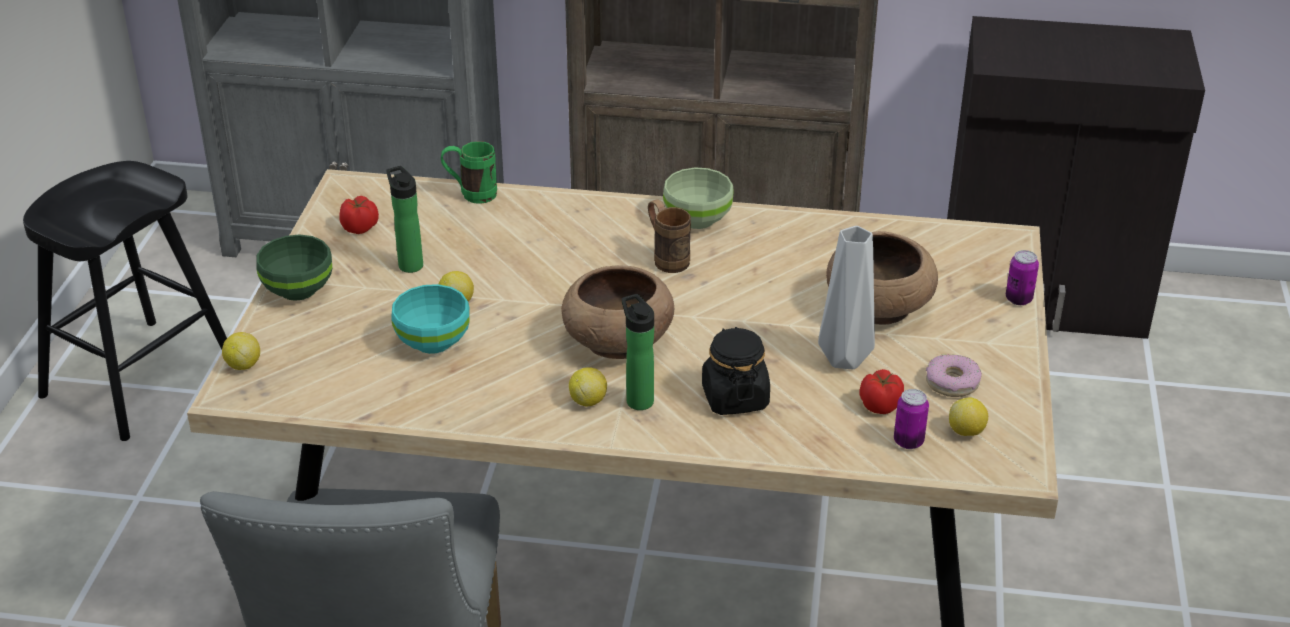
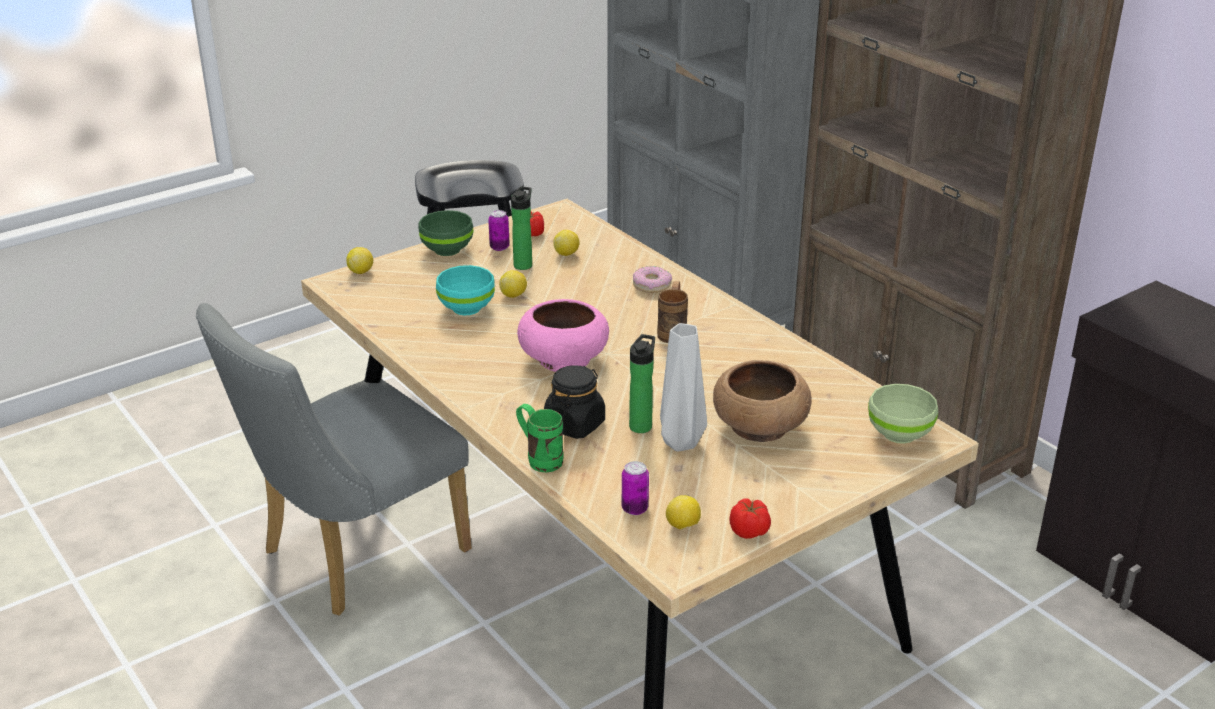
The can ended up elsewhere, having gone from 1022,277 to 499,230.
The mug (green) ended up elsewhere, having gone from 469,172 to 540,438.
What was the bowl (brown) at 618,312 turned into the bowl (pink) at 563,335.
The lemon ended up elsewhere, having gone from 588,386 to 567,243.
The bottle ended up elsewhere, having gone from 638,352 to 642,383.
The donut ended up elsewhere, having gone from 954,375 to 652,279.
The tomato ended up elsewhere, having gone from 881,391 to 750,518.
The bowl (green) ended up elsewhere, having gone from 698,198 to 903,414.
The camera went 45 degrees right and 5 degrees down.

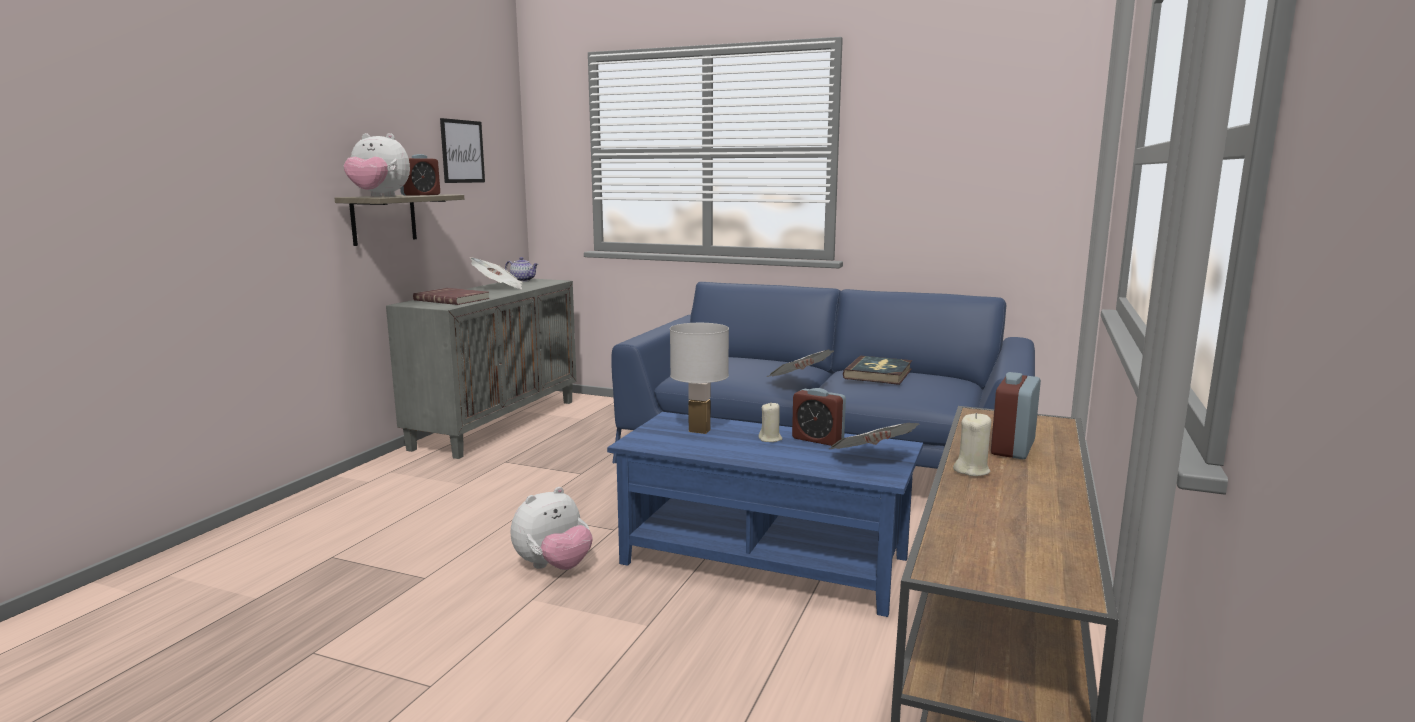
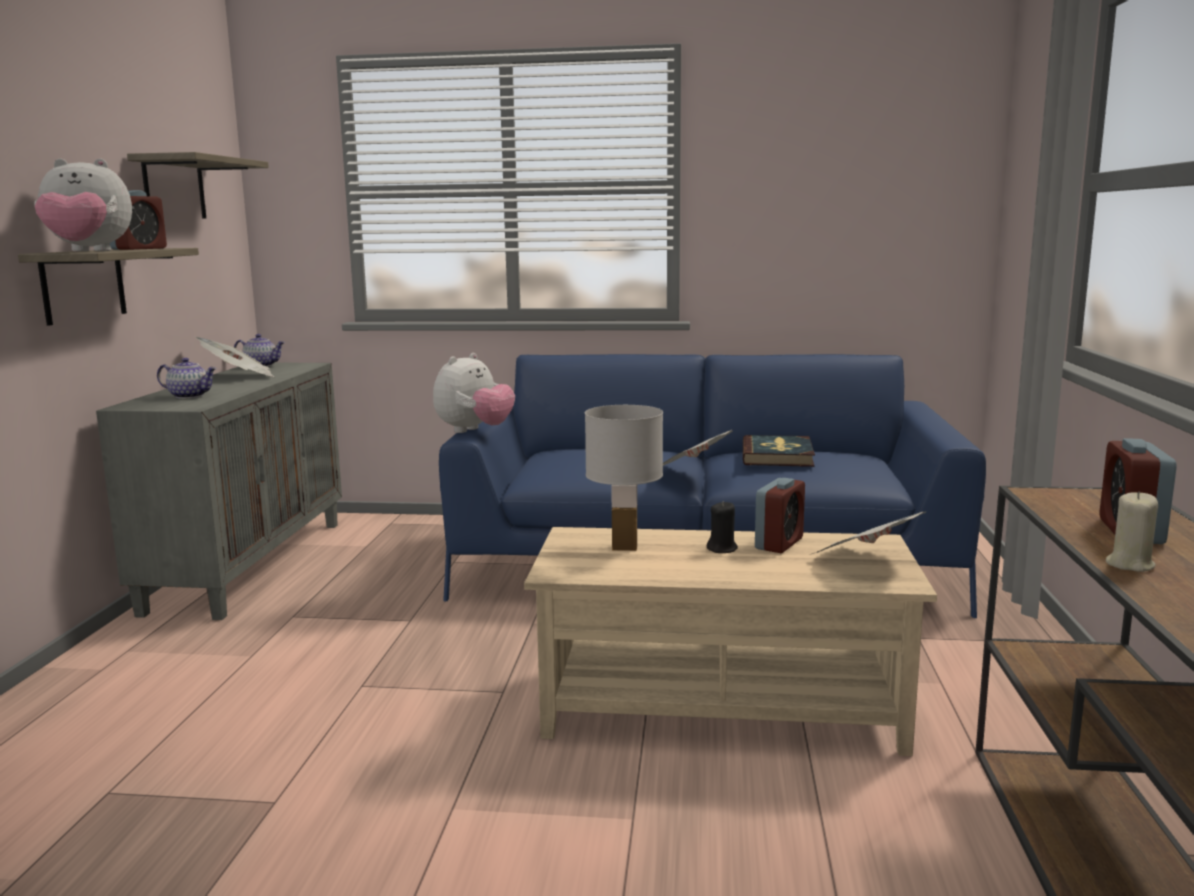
Where the picture hung at 462,150, the shelf came to hang at 198,185.
Where the book (red) stood at 451,296, the teapot came to stand at 187,378.
The plush toy ended up elsewhere, having gone from 552,528 to 474,393.
What was the coffee table (blue) at 765,514 turned into the coffee table (beige) at 730,641.
What was the candle (beige) at 770,422 turned into the candle (black) at 722,527.
The alarm clock at 819,417 ended up facing another way, 75 degrees counterclockwise from before.
The camera went 15 degrees left and 0 degrees up.

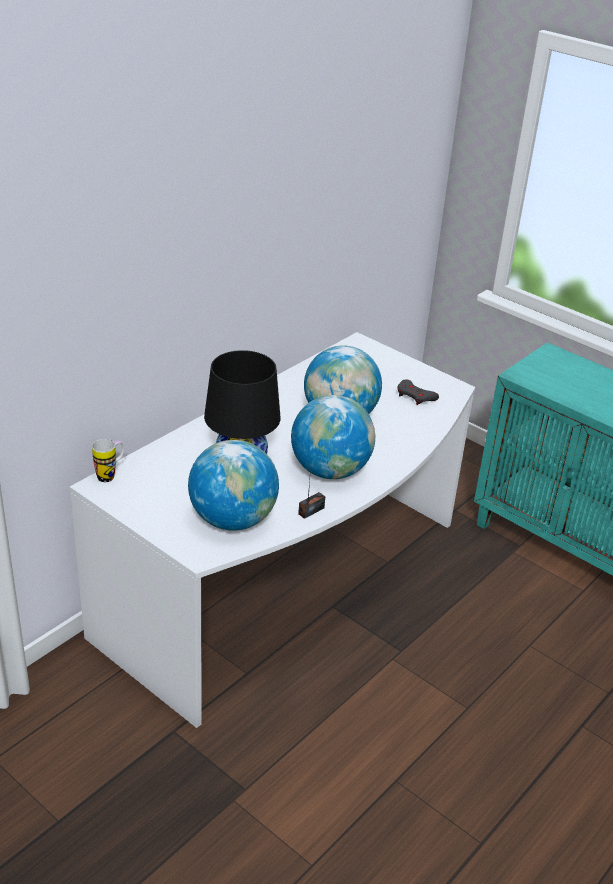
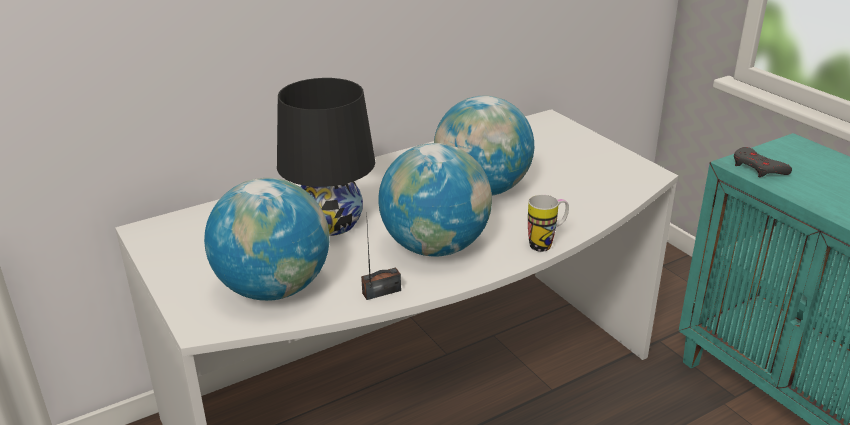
The mug ended up elsewhere, having gone from 108,460 to 548,223.
The game controller (grey) ended up elsewhere, having gone from 418,392 to 763,162.
The camera went 20 degrees right and 5 degrees down.

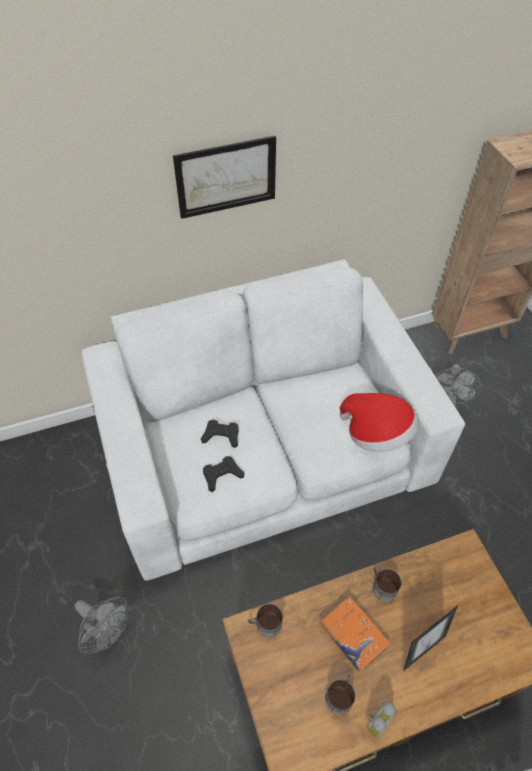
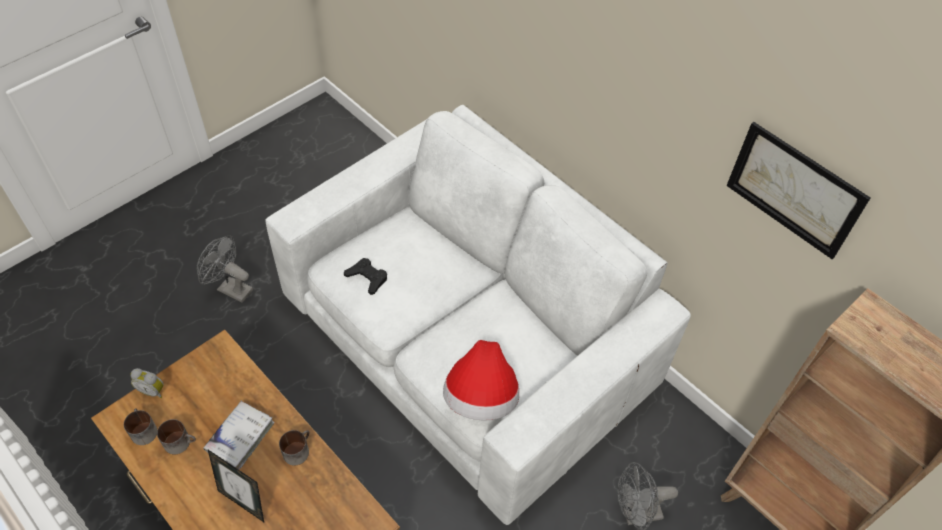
The mug ended up elsewhere, having gone from 265,620 to 140,427.
The alarm clock ended up elsewhere, having gone from 382,719 to 147,383.
The fan (grey) at 101,625 ended up facing another way, 105 degrees clockwise from before.
What was the book (orange) at 355,634 turned into the book (white) at 239,435.
The picture ended up elsewhere, having gone from 224,177 to 799,191.
The second view lost the game controller (black) at 220,433.
The camera went 65 degrees right and 0 degrees up.

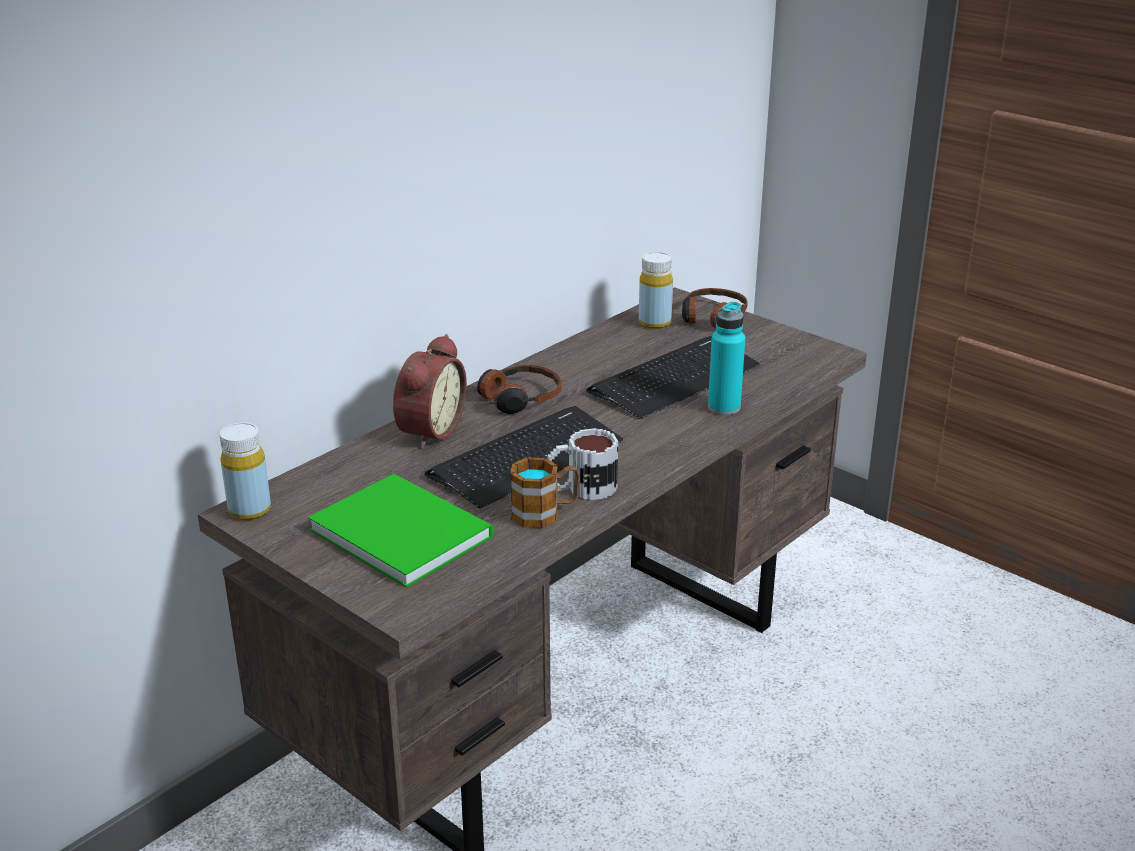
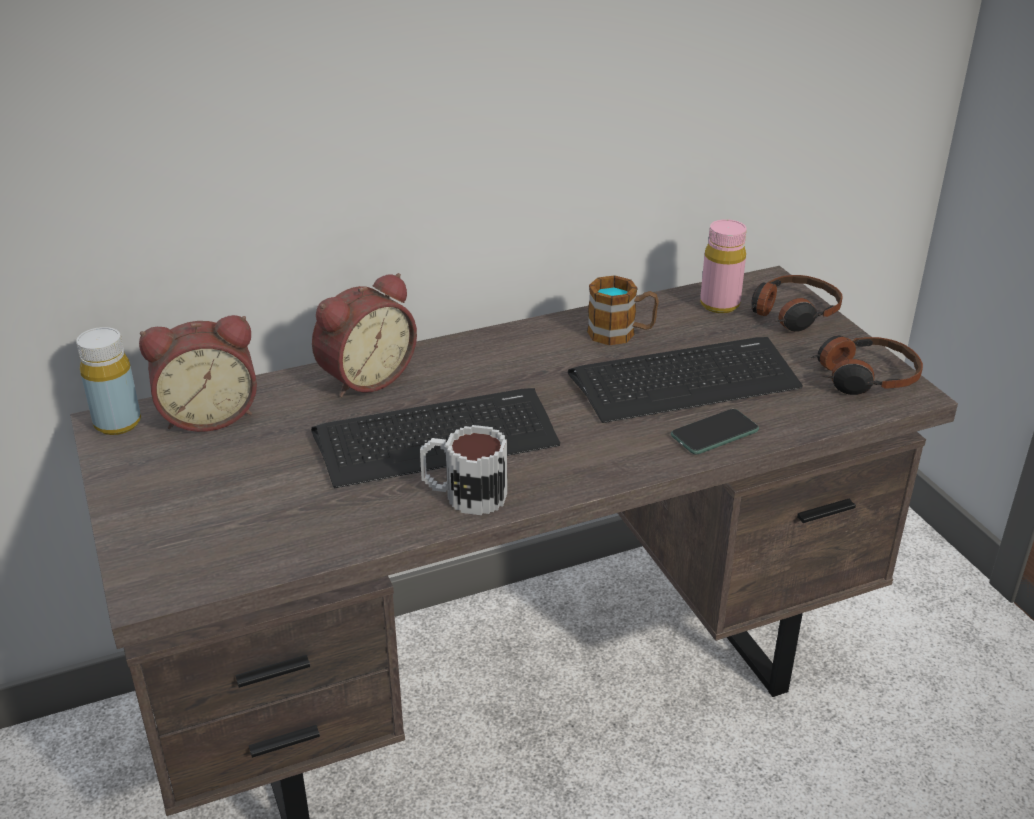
The second view gained the alarm clock at 198,373.
The mug ended up elsewhere, having gone from 544,492 to 623,310.
Where the bottle (turquoise) stood at 726,358, the phone came to stand at 715,431.
What was the bottle (yellow) at 656,290 turned into the bottle (pink) at 723,266.
The headphones ended up elsewhere, having gone from 517,389 to 867,365.
The second view lost the book (green) at 401,531.
The camera went 25 degrees right and 5 degrees up.

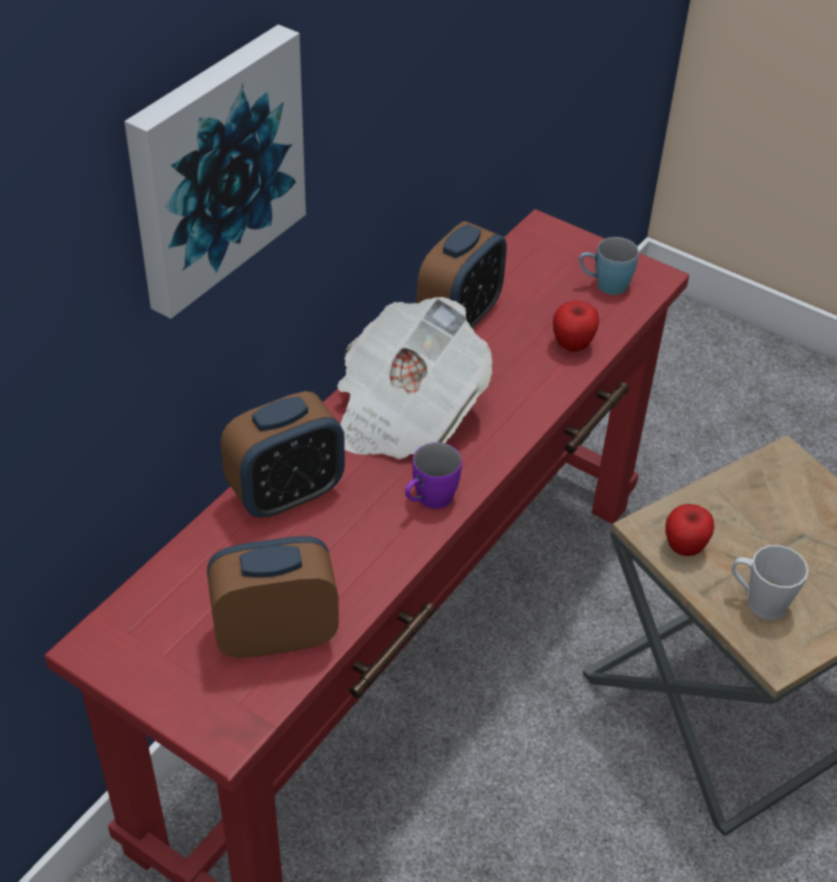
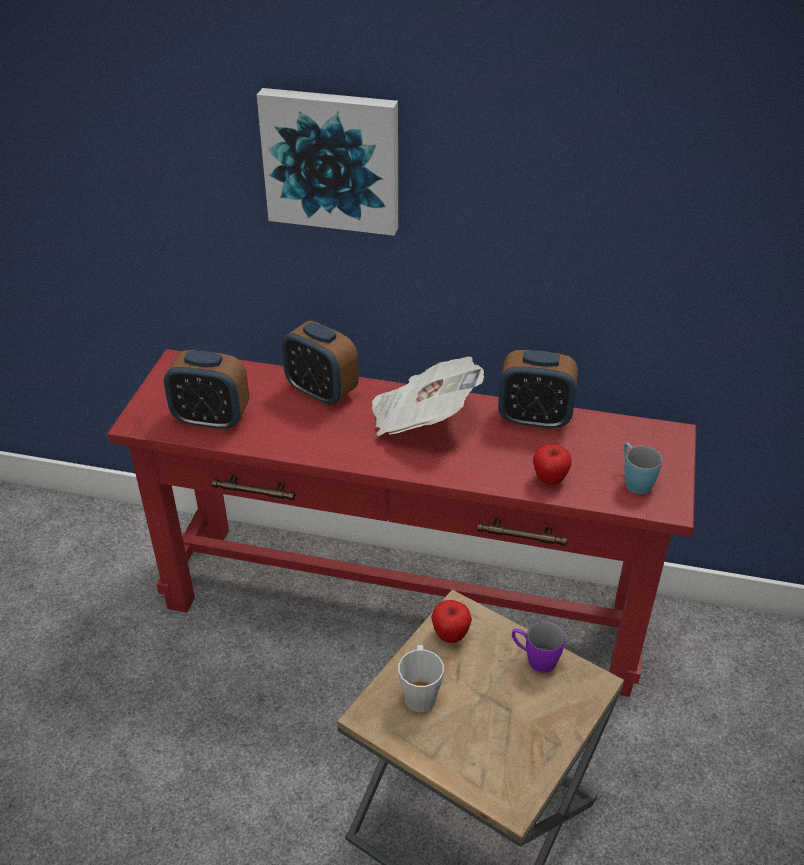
The alarm clock at 273,597 ended up facing another way, 135 degrees clockwise from before.
The mug (purple) ended up elsewhere, having gone from 433,475 to 538,647.
The camera went 70 degrees right and 5 degrees down.

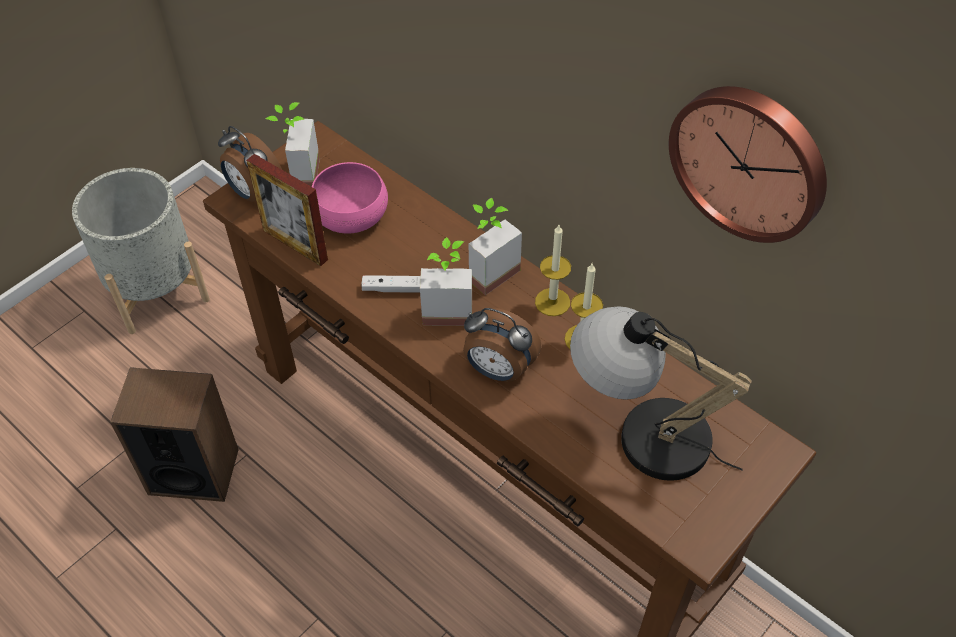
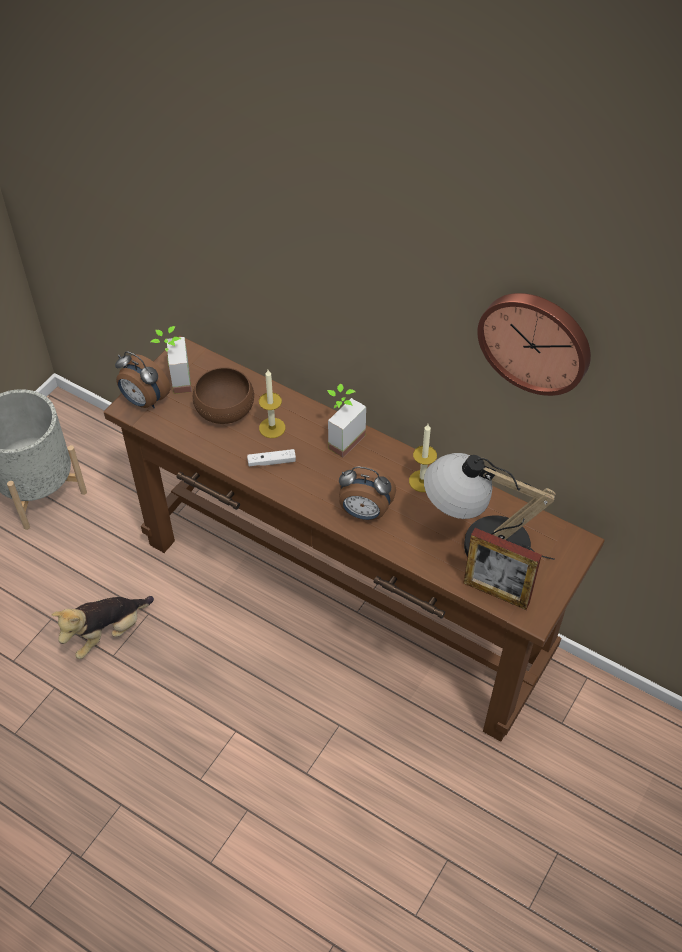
Where the speaker stood at 174,434, the plush toy came to stand at 103,627.
What was the bowl (pink) at 350,198 turned into the bowl (brown) at 223,395.
The candle ended up elsewhere, having gone from 553,270 to 272,404.
The picture frame ended up elsewhere, having gone from 287,210 to 502,569.
The second view lost the potted plant at 446,281.
The camera went 10 degrees left and 0 degrees up.

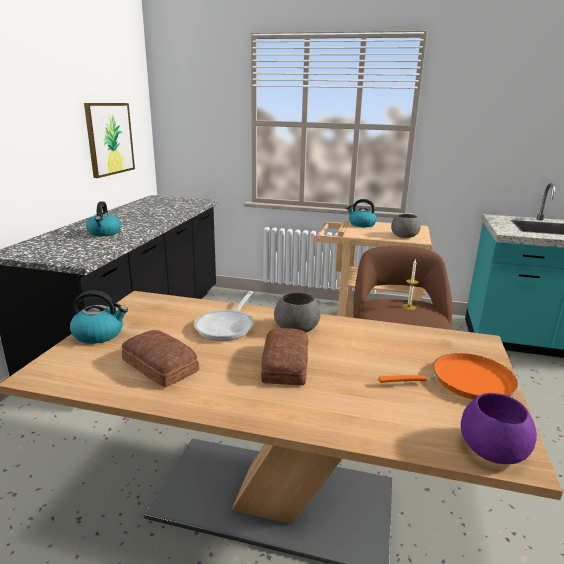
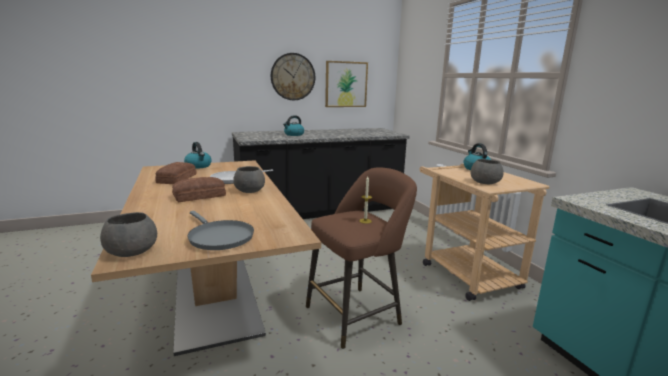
What was the bowl (purple) at 499,428 turned into the bowl (grey) at 128,234.
What was the frying pan (orange) at 448,376 turned into the frying pan (grey) at 220,230.
The second view gained the wall clock at 293,76.
The camera went 55 degrees right and 5 degrees down.

